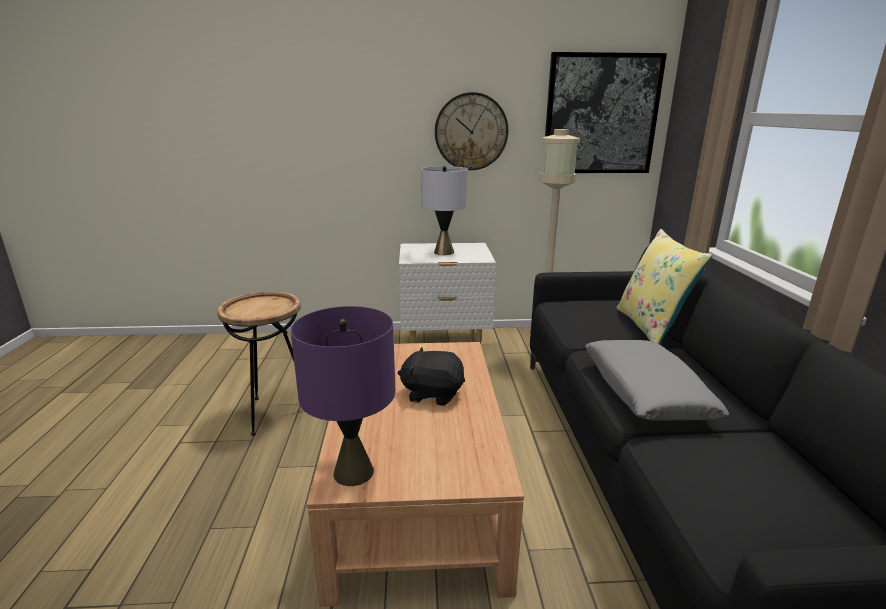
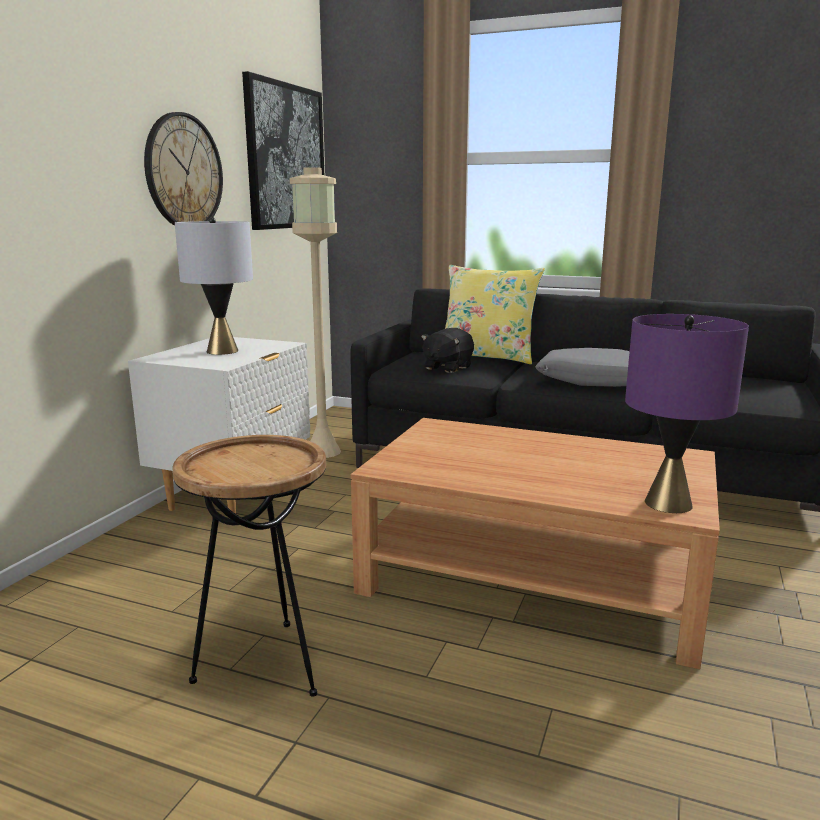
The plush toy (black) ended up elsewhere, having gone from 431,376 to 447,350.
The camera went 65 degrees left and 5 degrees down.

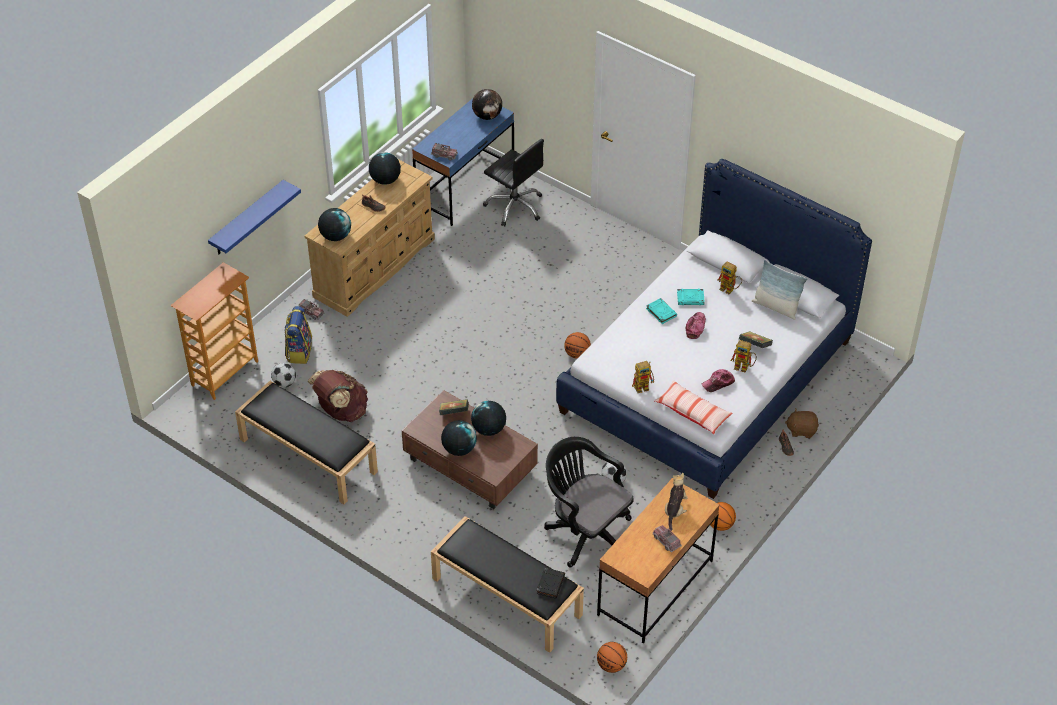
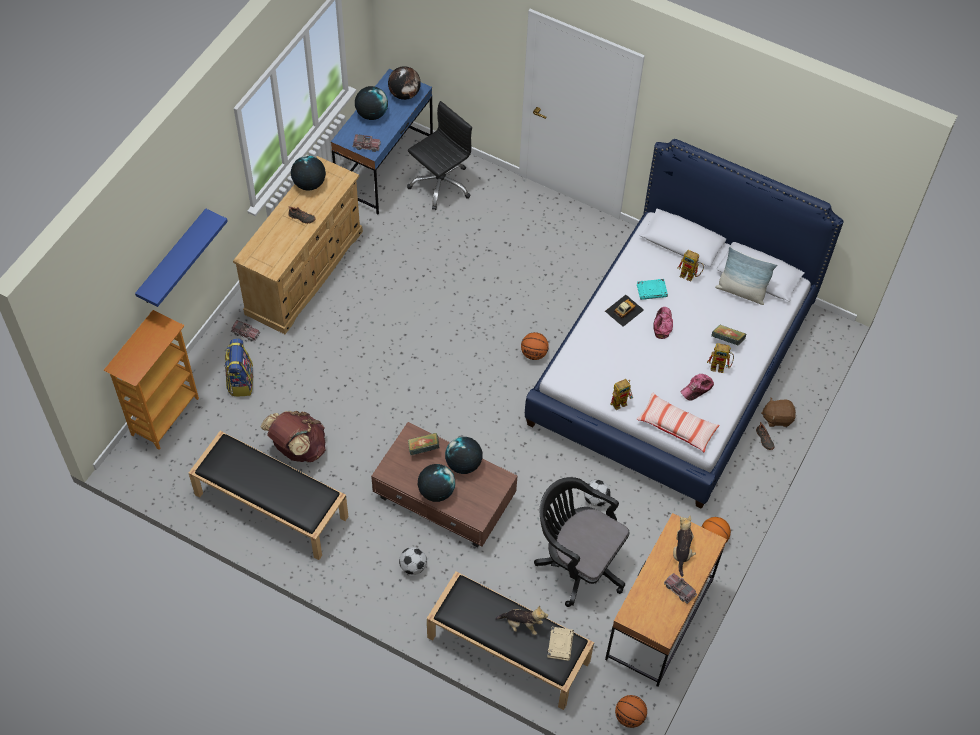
The globe ended up elsewhere, having gone from 334,224 to 371,103.
The football ended up elsewhere, having gone from 283,375 to 413,561.
The office chair (black) at 513,183 ended up facing another way, 75 degrees counterclockwise from before.
The second view gained the plush toy at 521,620.
What was the book (black) at 550,583 turned into the book (beige) at 560,644.
Where the book (turquoise) stood at 661,311, the toy car came to stand at 624,311.
The camera went 10 degrees left and 10 degrees up.

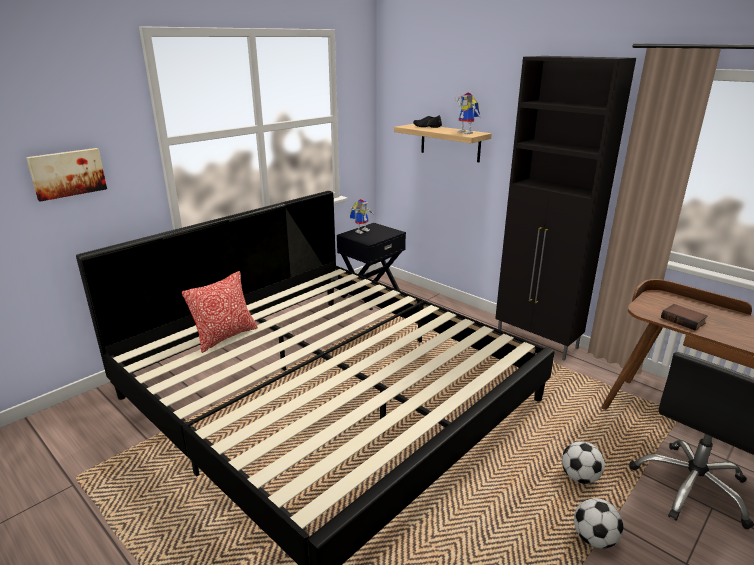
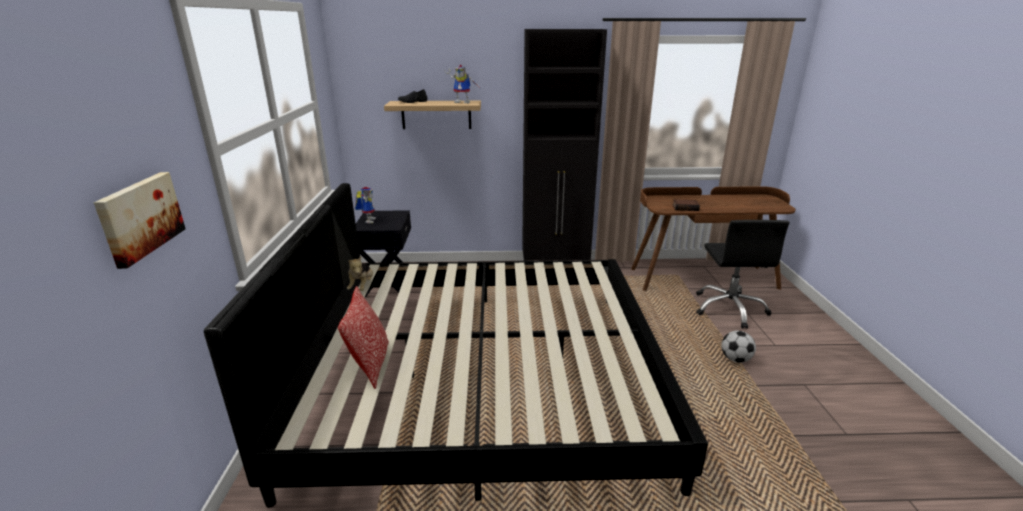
The second view gained the plush toy at 360,273.
The second view lost the football at 583,462.
The camera went 45 degrees left and 0 degrees up.

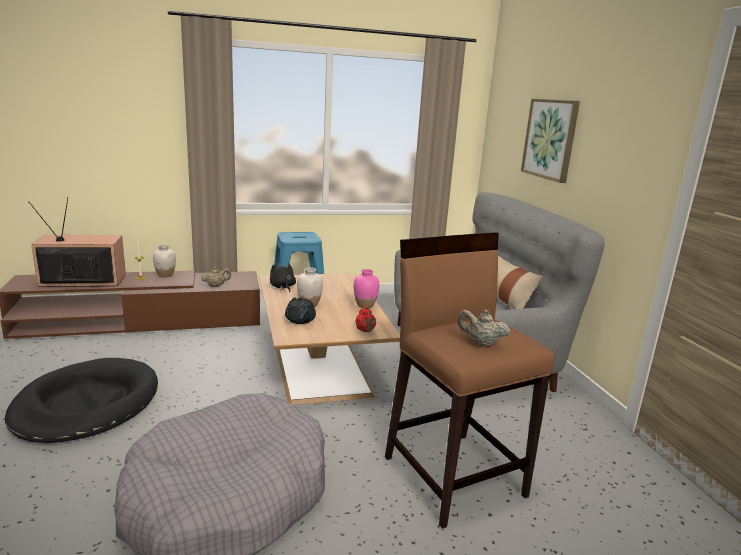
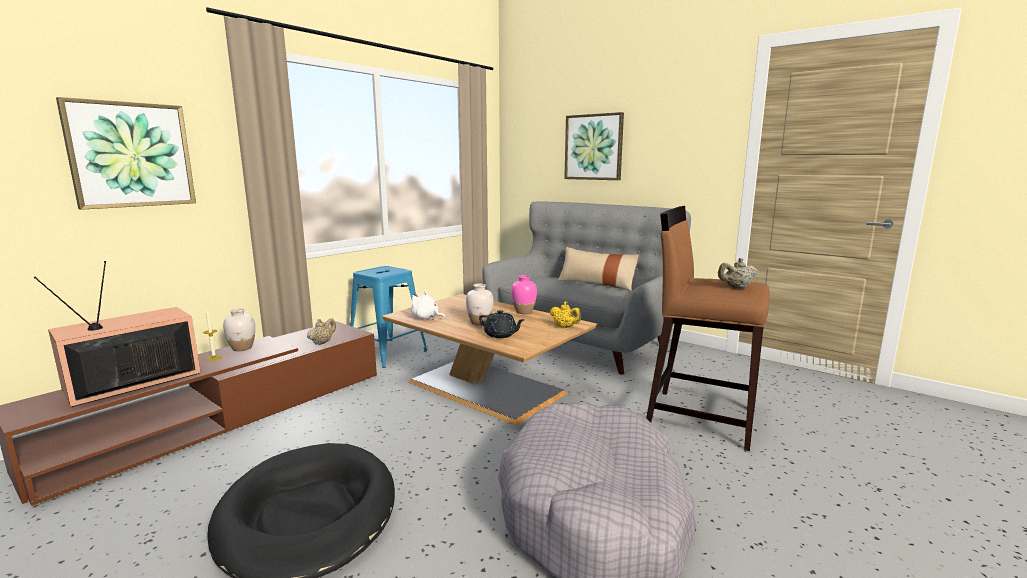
The second view gained the picture at 126,153.
What was the plush toy (black) at 283,277 turned into the plush toy (white) at 428,305.
What was the teapot (red) at 365,319 turned into the teapot (yellow) at 565,315.
The camera went 35 degrees left and 5 degrees down.

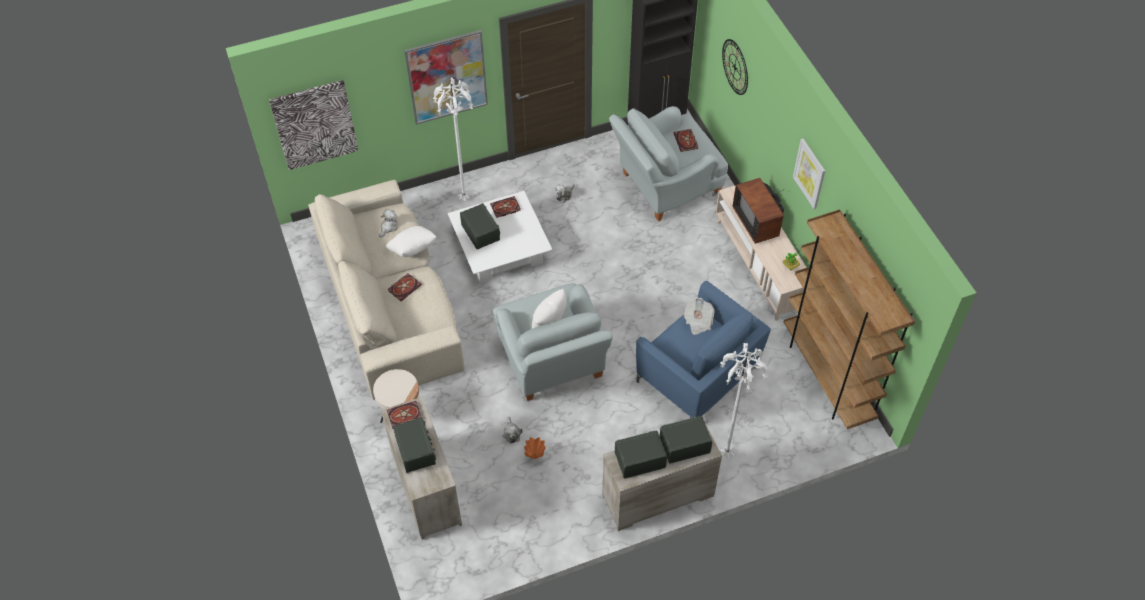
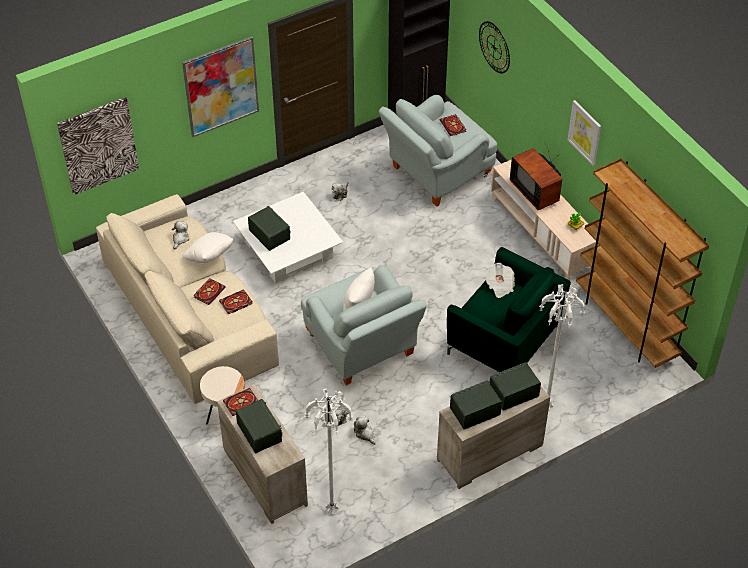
The book ended up elsewhere, having gone from 505,207 to 236,301.
The floor lamp (white) ended up elsewhere, having gone from 453,140 to 328,451.
Where the vase (orange) stood at 535,448, the plush toy came to stand at 365,430.
What was the armchair (blue) at 703,349 turned into the armchair (green) at 509,309.
The camera went 10 degrees left and 5 degrees down.

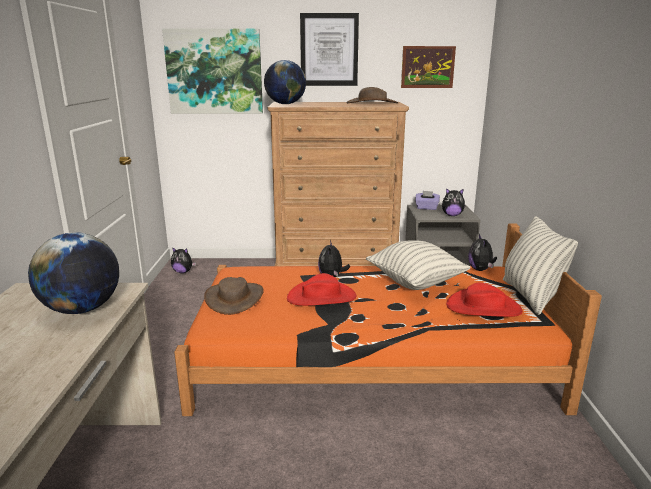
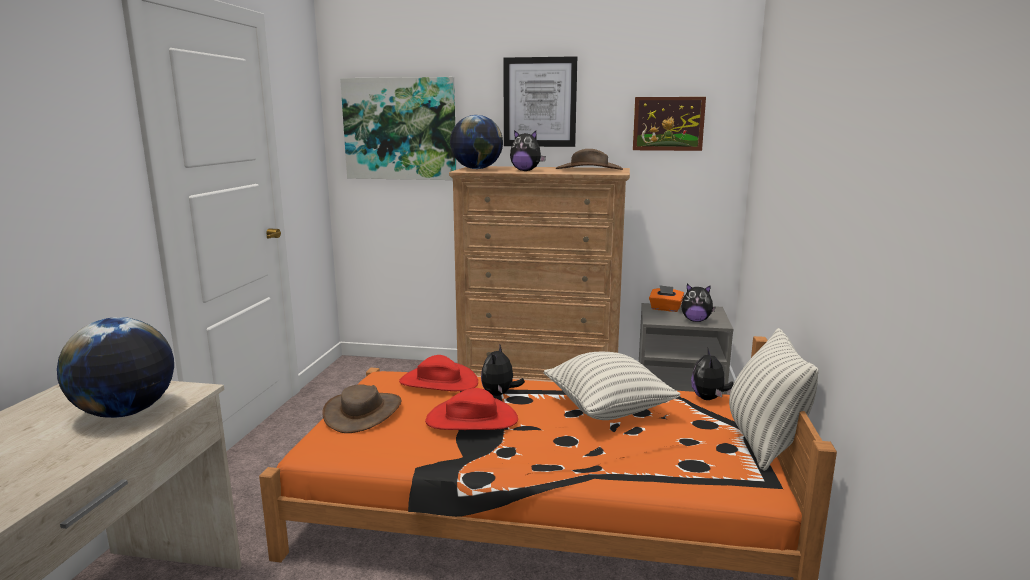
The hat (red) ended up elsewhere, having gone from 484,299 to 438,373.
The plush toy ended up elsewhere, having gone from 183,260 to 528,150.
What was the tissue box (purple) at 427,200 turned into the tissue box (orange) at 666,298.
The camera went 10 degrees right and 5 degrees down.

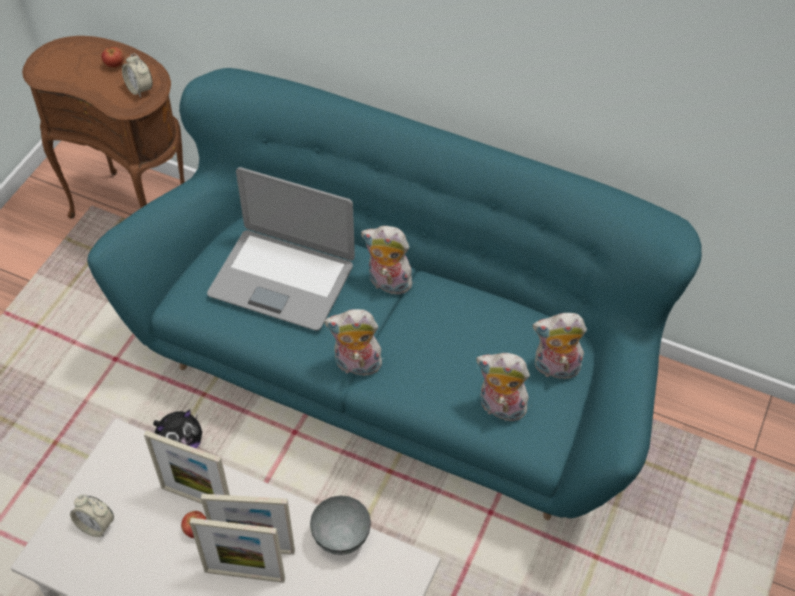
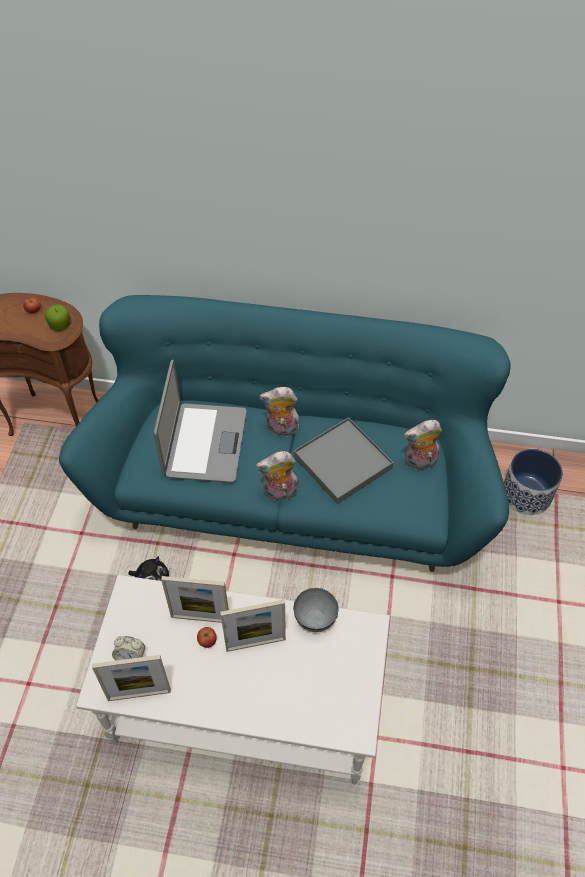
Where the alarm clock stood at 137,75, the apple came to stand at 57,317.
The picture frame ended up elsewhere, having gone from 237,550 to 131,678.
The laptop at 281,249 ended up facing another way, 90 degrees counterclockwise from before.
The second view gained the tray (grey) at 344,460.
The second view gained the planter at 533,482.
The second view lost the plush toy at 503,387.
The camera went 15 degrees left and 0 degrees up.

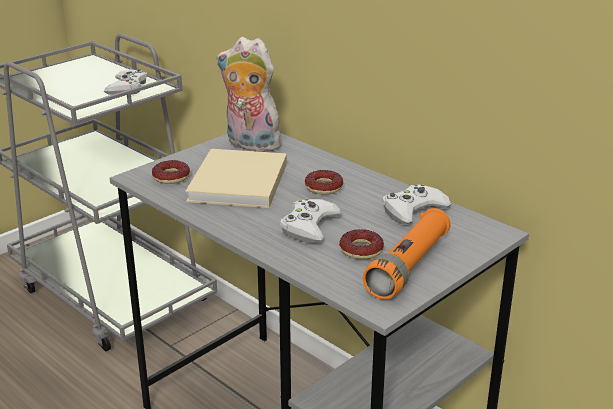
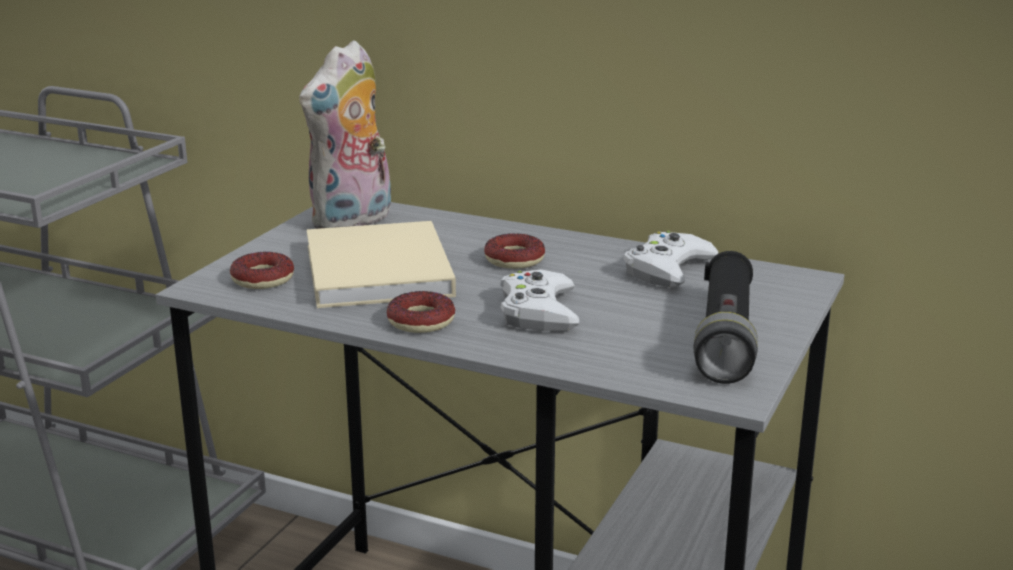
The plush toy at 252,94 ended up facing another way, 60 degrees counterclockwise from before.
The donut ended up elsewhere, having gone from 361,244 to 421,312.
What was the flashlight (orange) at 407,253 turned into the flashlight (black) at 725,317.
The second view lost the game controller (white) at 125,82.
The camera went 20 degrees left and 5 degrees down.

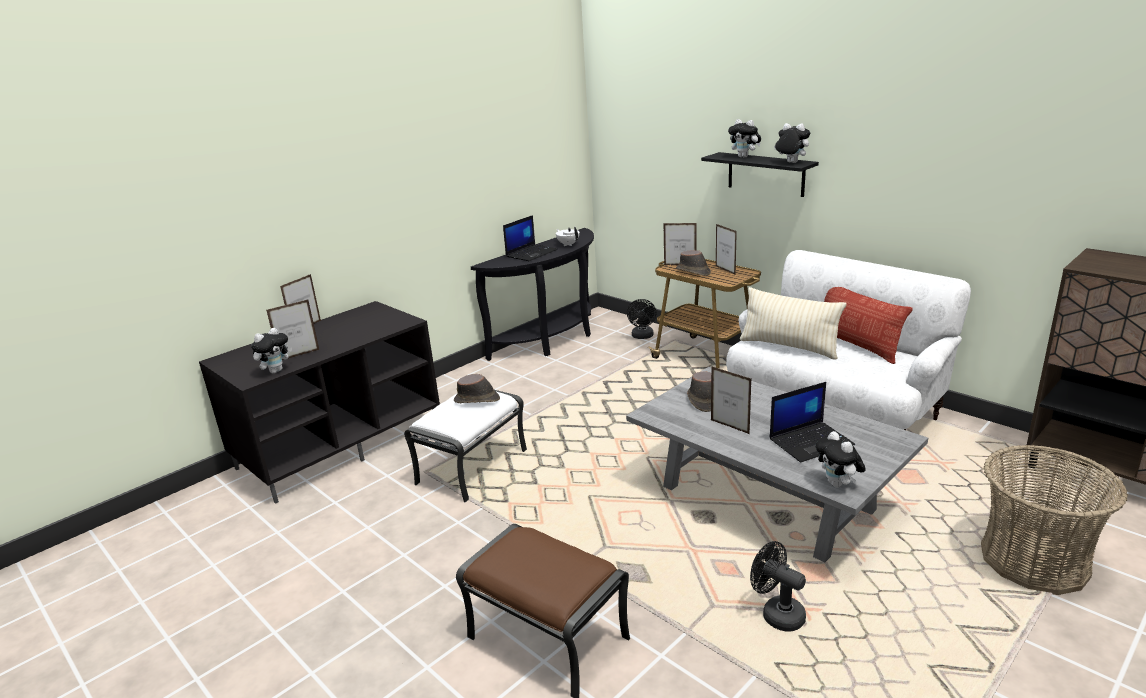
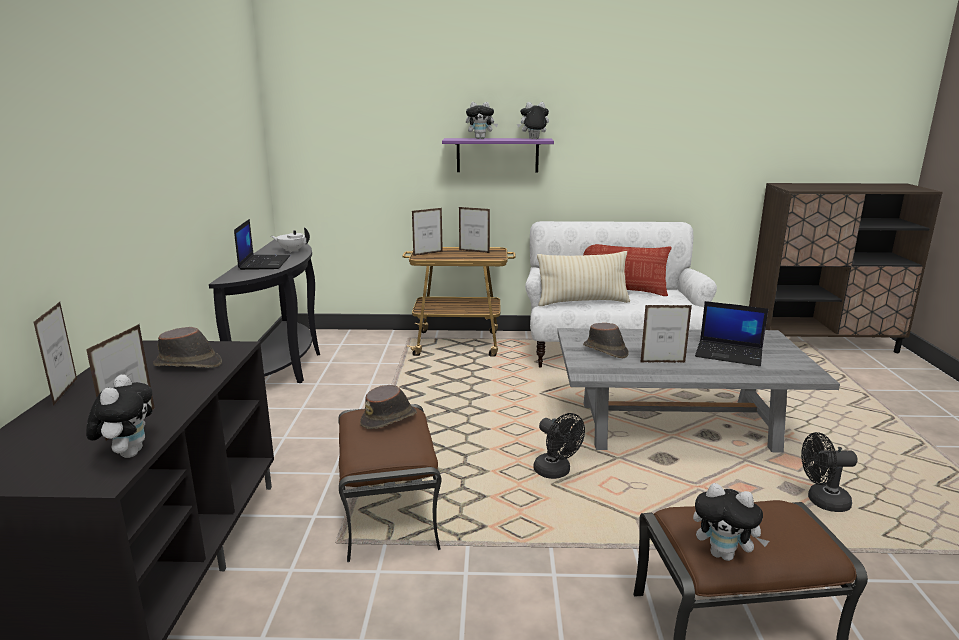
The hat (brown) ended up elsewhere, having gone from 693,263 to 187,347.
What was the ottoman (white) at 465,446 turned into the ottoman (brown) at 390,483.
What was the shelf (black) at 760,174 turned into the shelf (purple) at 498,155.
The fan (black) ended up elsewhere, having gone from 642,319 to 559,446.
The plush toy ended up elsewhere, having gone from 840,459 to 731,522.
The laptop at 812,422 ended up facing another way, 90 degrees clockwise from before.
The second view lost the basket at 1054,520.
The camera went 45 degrees left and 5 degrees down.

